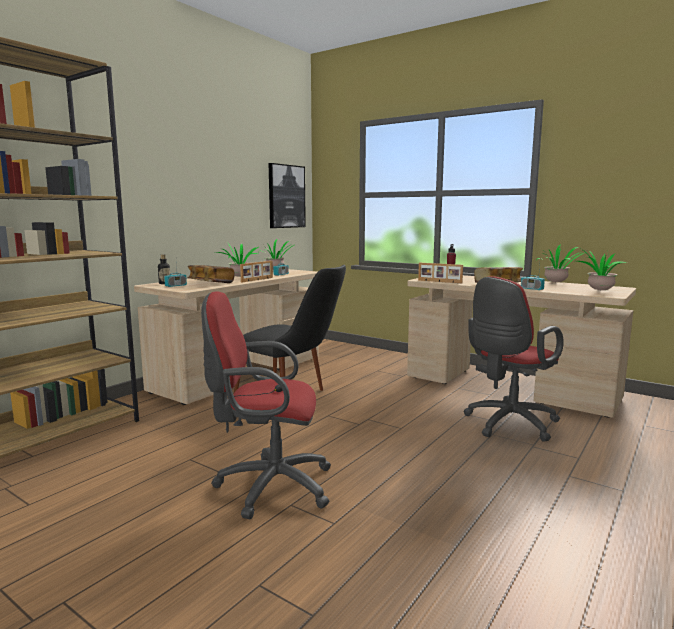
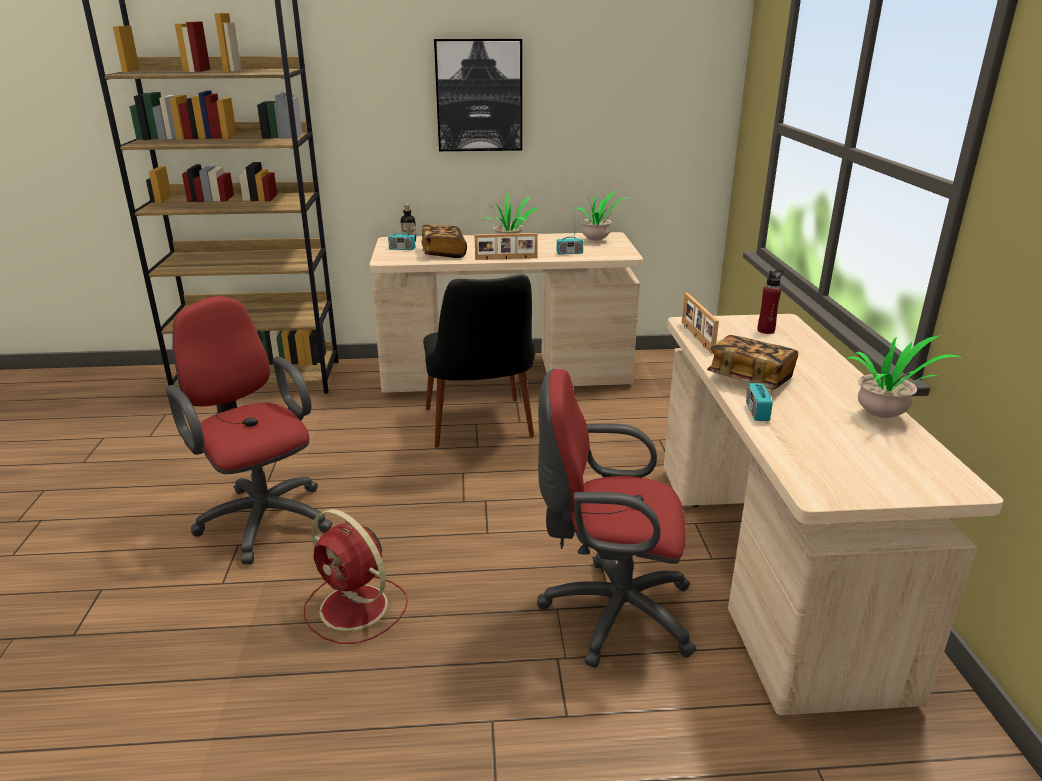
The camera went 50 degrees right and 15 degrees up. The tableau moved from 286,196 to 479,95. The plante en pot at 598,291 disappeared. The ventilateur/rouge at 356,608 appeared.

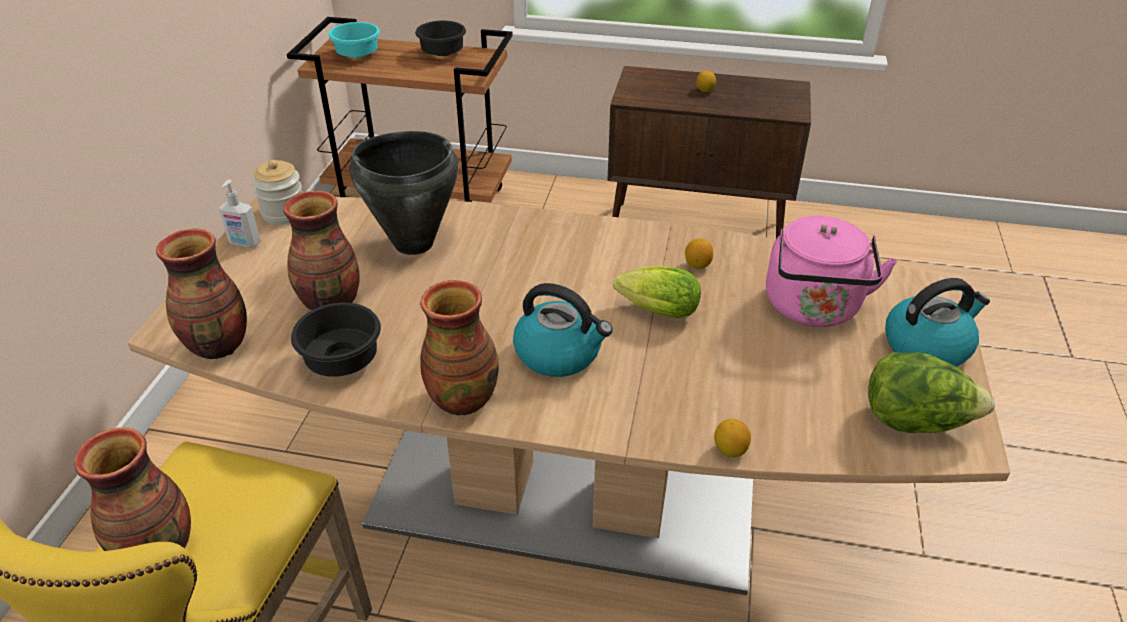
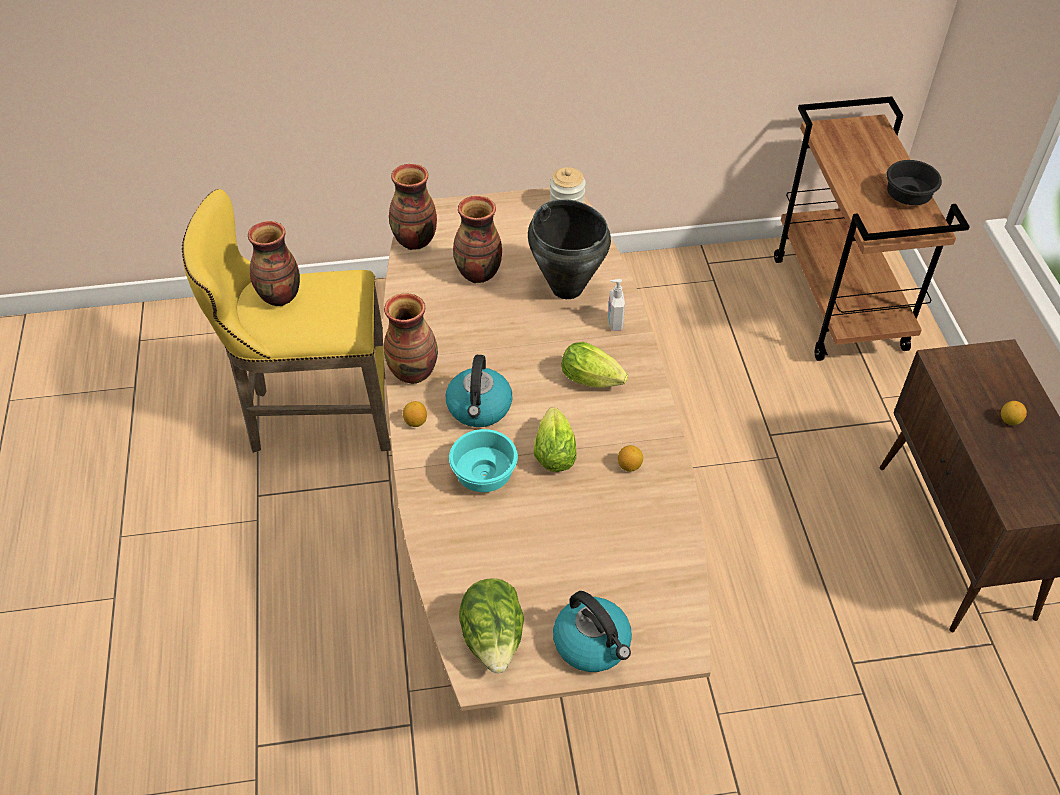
The camera went 70 degrees right and 10 degrees up. The distributeur de savon moved from 244,243 to 614,323. The bol/noir at 339,362 disappeared. The bol/turquoise moved from 358,55 to 483,476. The citron moved from 730,450 to 415,422. The bouilloire/rose at 813,309 disappeared. The laitue at 595,381 appeared.

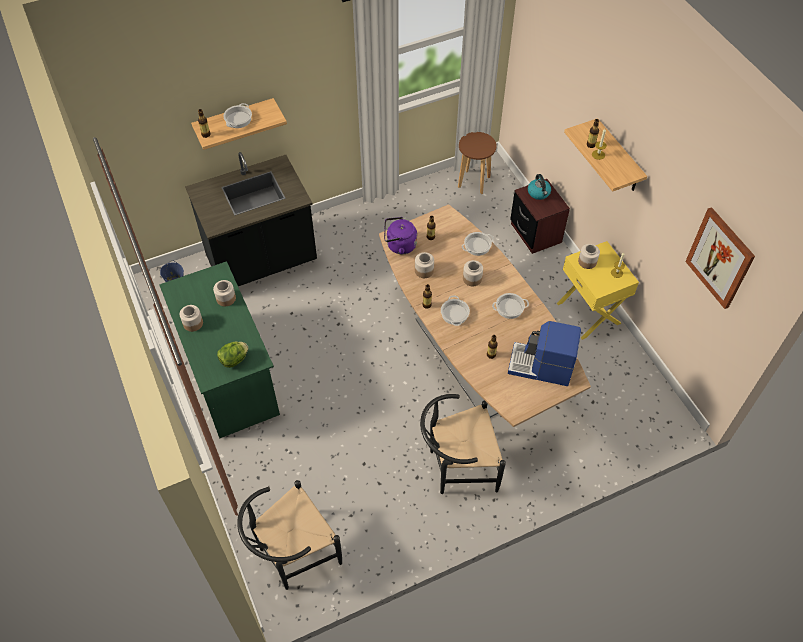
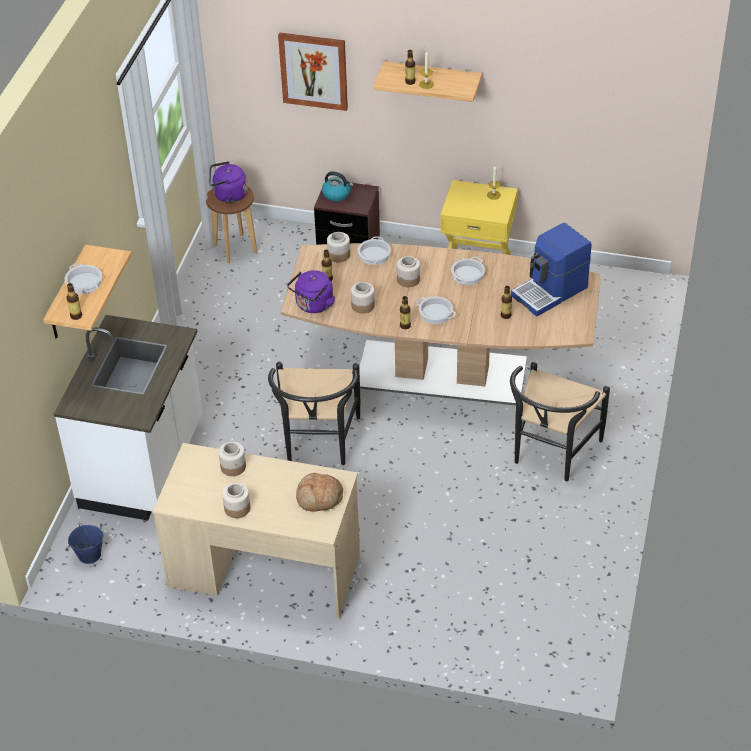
The camera went 50 degrees left and 10 degrees down. The bureau/vert at 228,373 became the bureau/beige at 264,570. The comptoir de cuisine/noir at 262,261 became the comptoir de cuisine/blanc at 144,465. The laitue at 234,359 was replaced by the pain at 319,498. The chaise/noir moved from 293,555 to 318,444. The bocal moved from 587,261 to 338,255. The tableau moved from 720,258 to 314,70. The bouilloire/violet at 228,195 appeared.

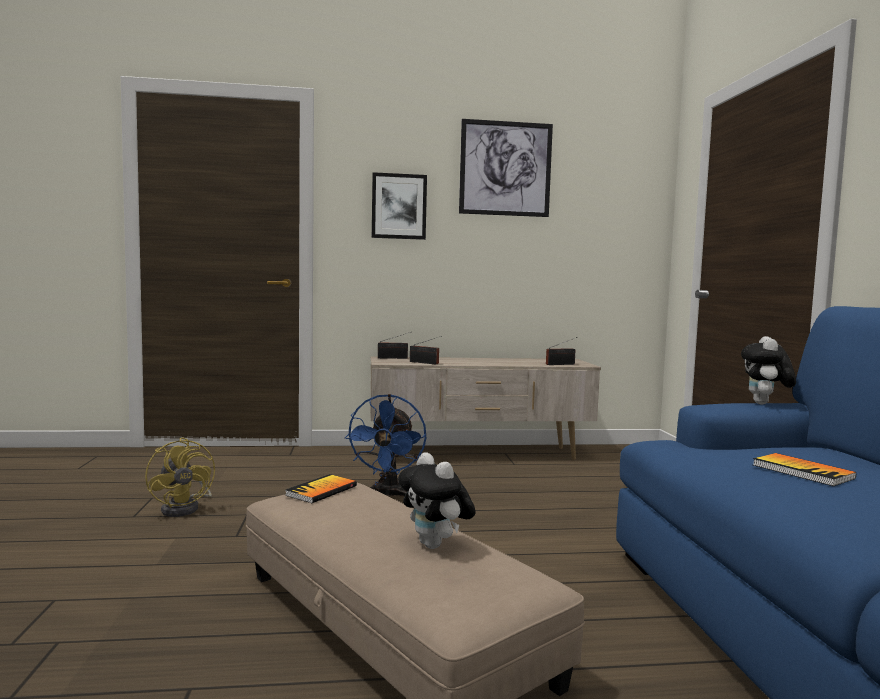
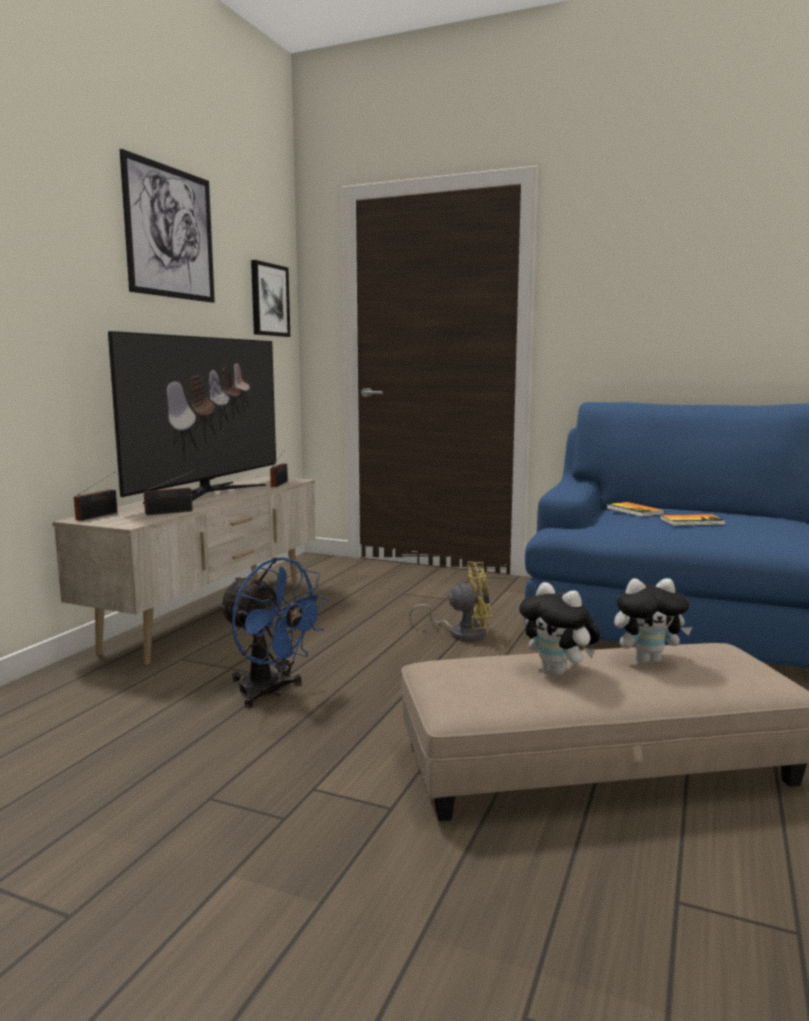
The camera went 60 degrees left and 5 degrees up. The ventilateur/jaune moved from 185,508 to 461,633. The livre moved from 321,490 to 634,511. The tableau moved from 399,206 to 269,300. The peluche moved from 765,404 to 558,672. The téléviseur at 207,494 appeared.

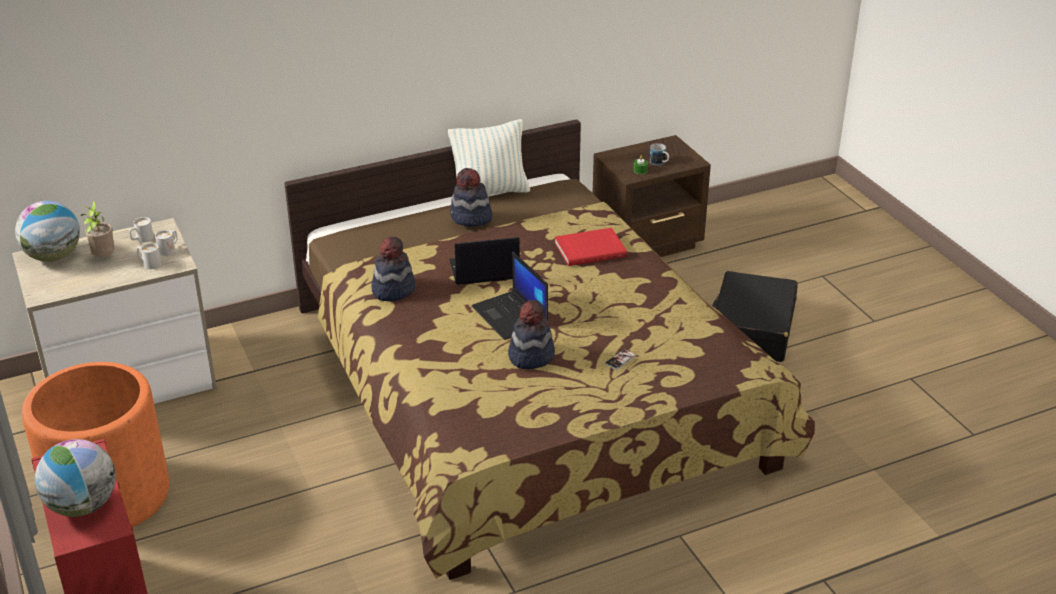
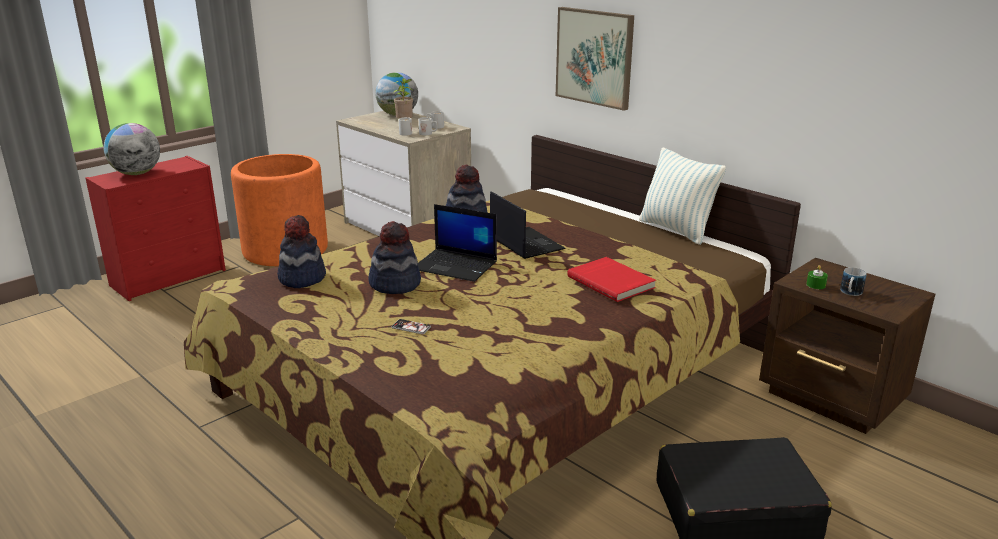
The camera went 70 degrees right and 10 degrees down. The chapeau moved from 471,218 to 301,278. The ordinateur portable at 511,316 turned 105 degrees counterclockwise. The tableau at 594,57 appeared.

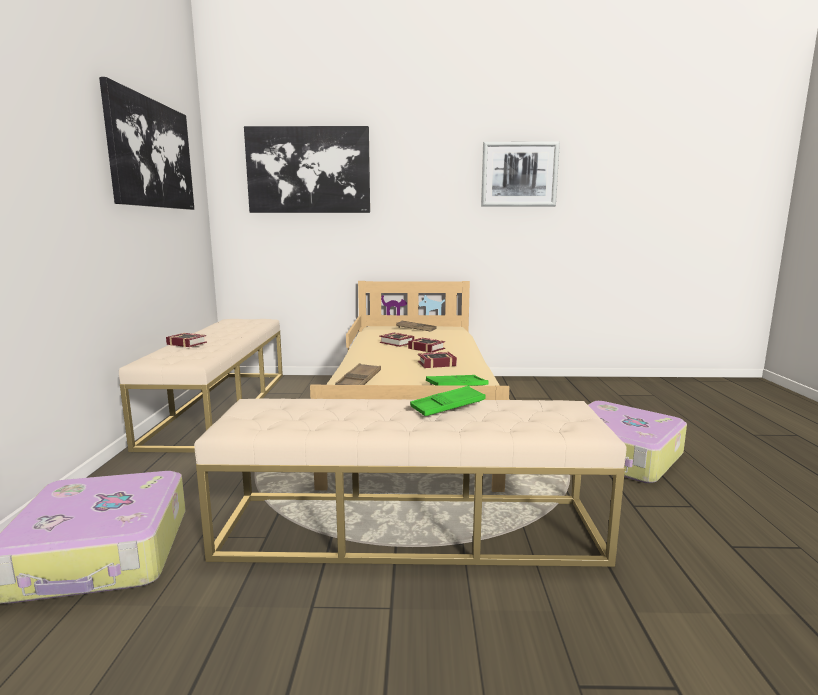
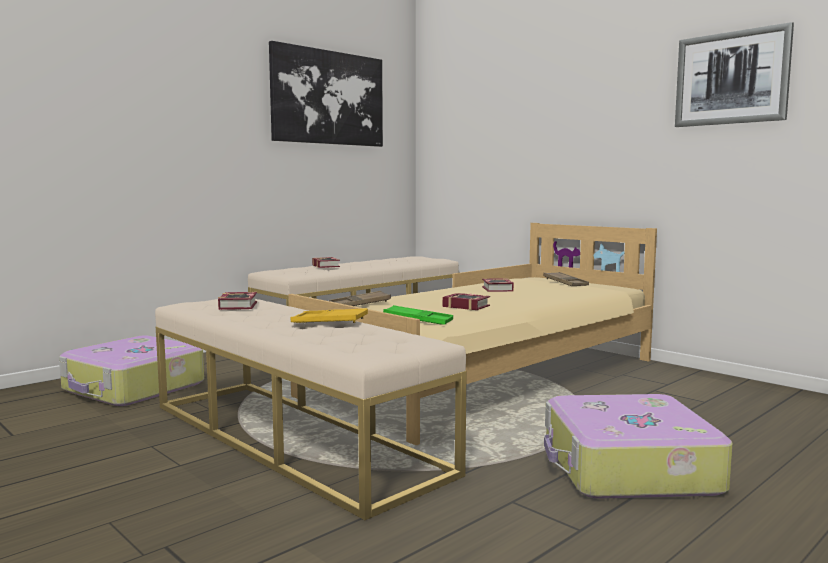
The camera went 45 degrees right and 5 degrees down. The tableau at 308,170 disappeared. The livre moved from 426,348 to 240,305. The plateau/vert at 447,406 became the plateau/jaune at 329,322.

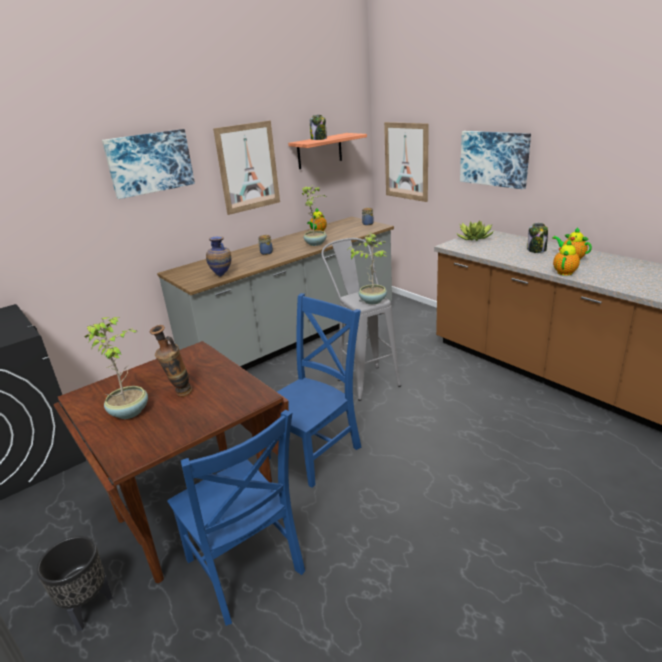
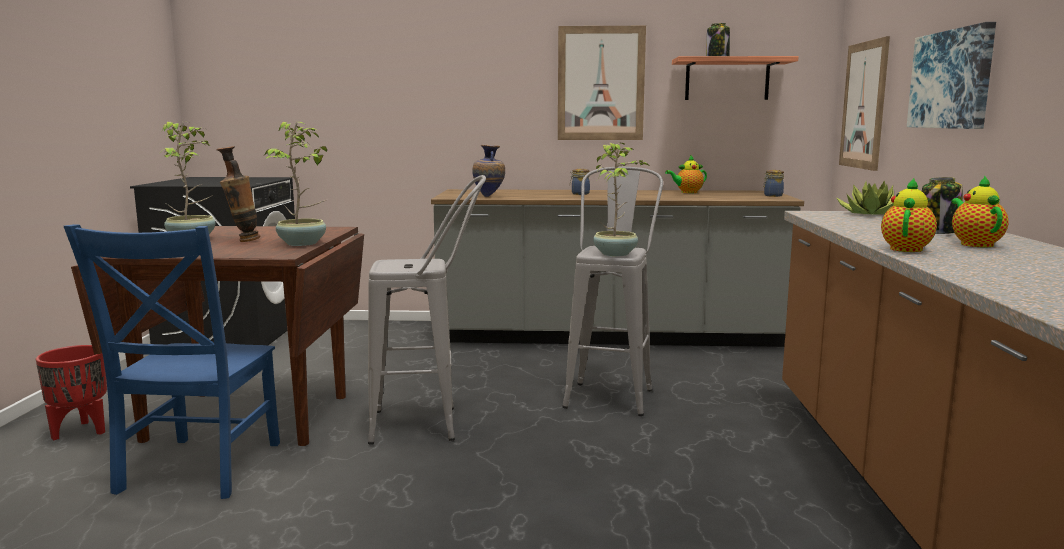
The camera went 40 degrees right and 15 degrees down. The cache-pot/noir at 88,609 became the cache-pot/rouge at 79,431. The tableau at 150,163 disappeared. The chaise/bleu at 316,450 was replaced by the tabouret/gris at 431,425. The plante en pot moved from 316,243 to 303,243. The théière at 565,272 turned 45 degrees counterclockwise.

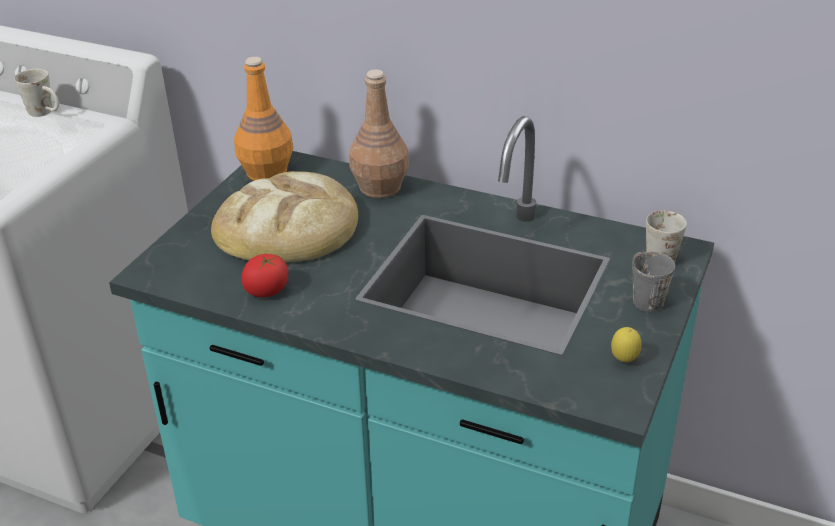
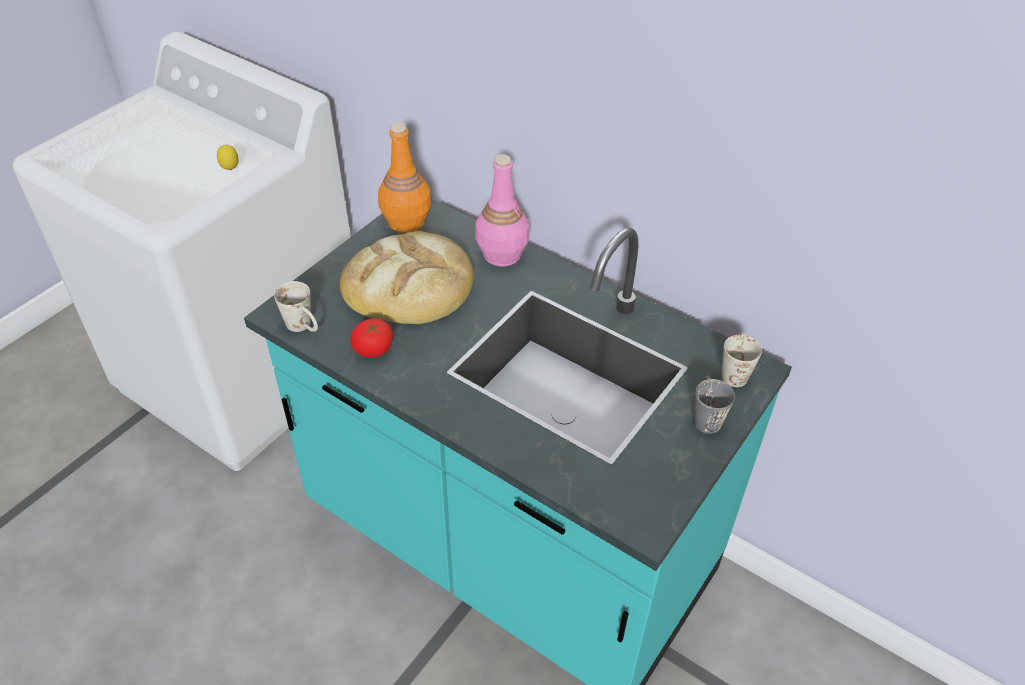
The camera went 10 degrees right and 10 degrees up. The mug/blanc moved from 46,113 to 304,327. The bouteille/marron at 380,188 became the bouteille/rose at 502,255. The citron moved from 624,361 to 230,169.

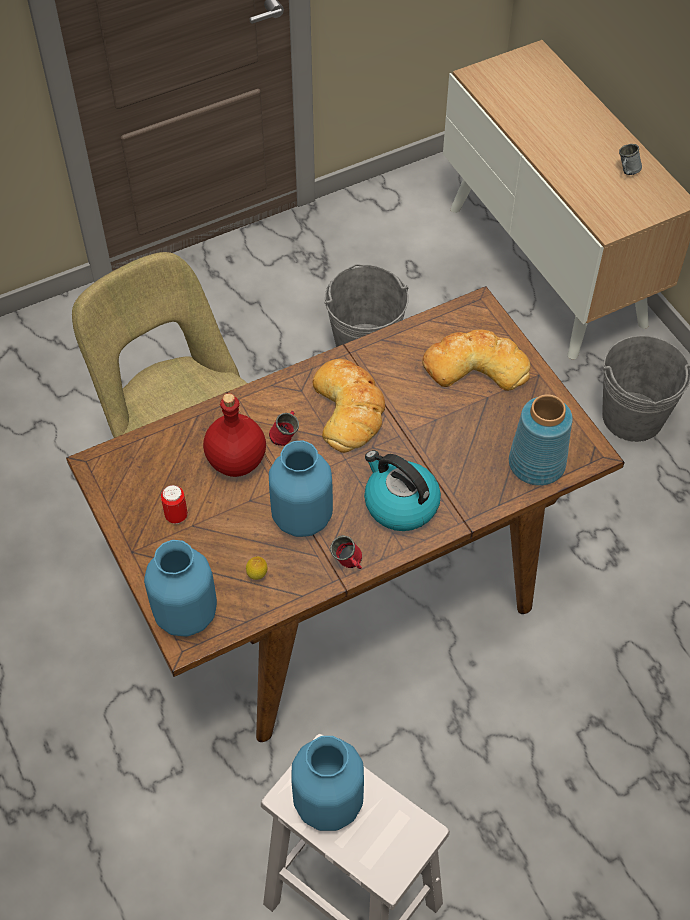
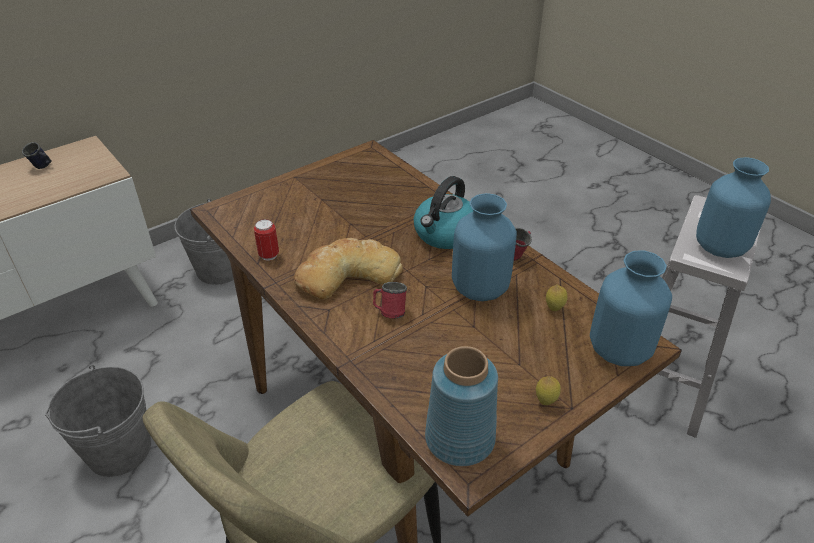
The camera went 100 degrees left and 15 degrees down. The boîte métallique moved from 176,516 to 269,255. The bouteille/rouge at 235,461 disappeared. The pain at 475,365 disappeared. The vase/bleu moved from 537,464 to 461,438. The mug/gris at 626,172 became the mug/bleu at 43,167. The citron at 545,401 appeared.

